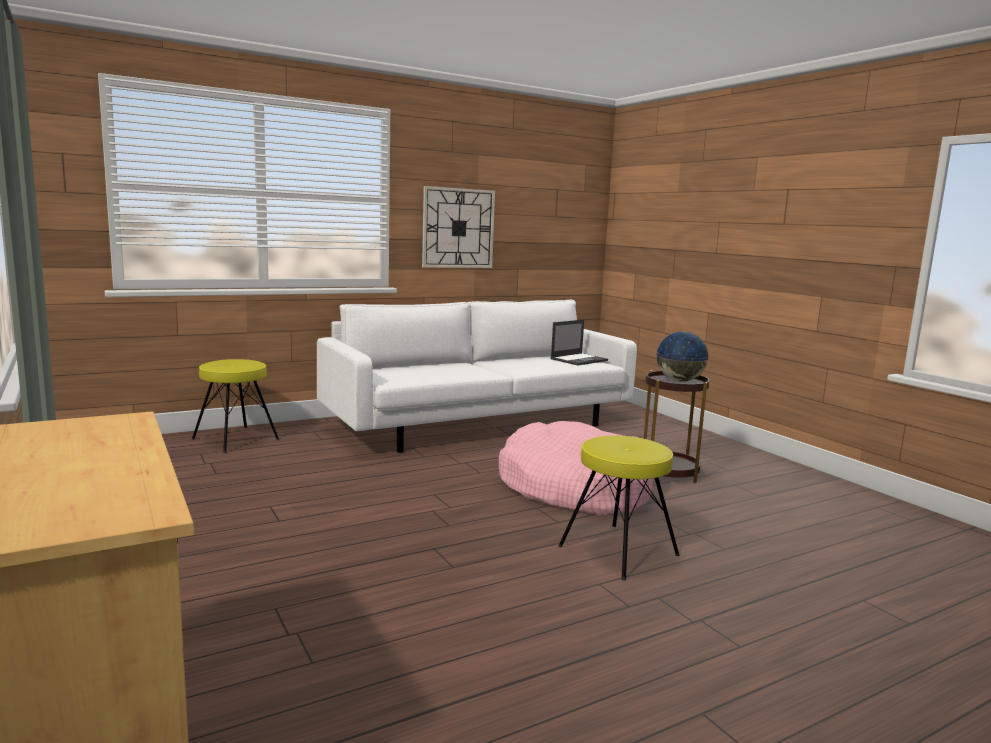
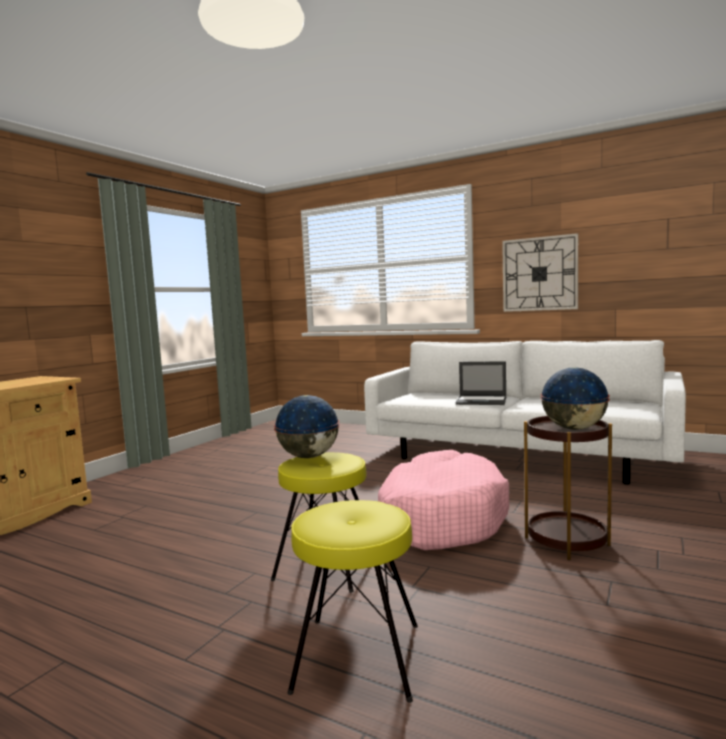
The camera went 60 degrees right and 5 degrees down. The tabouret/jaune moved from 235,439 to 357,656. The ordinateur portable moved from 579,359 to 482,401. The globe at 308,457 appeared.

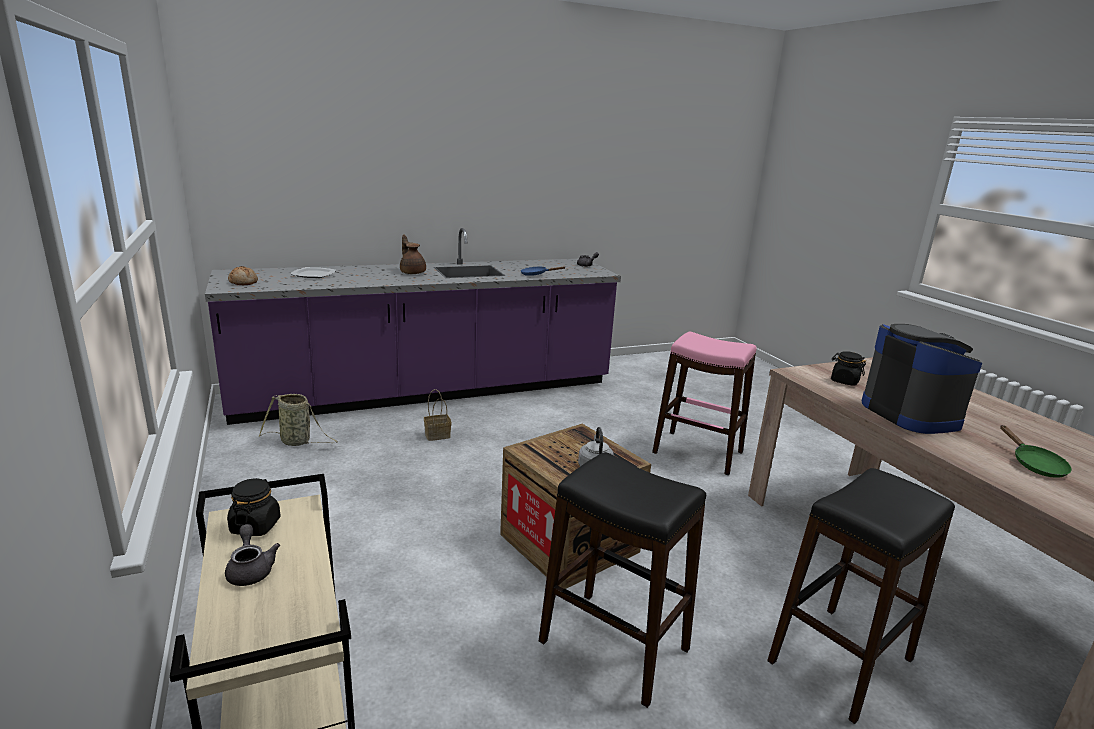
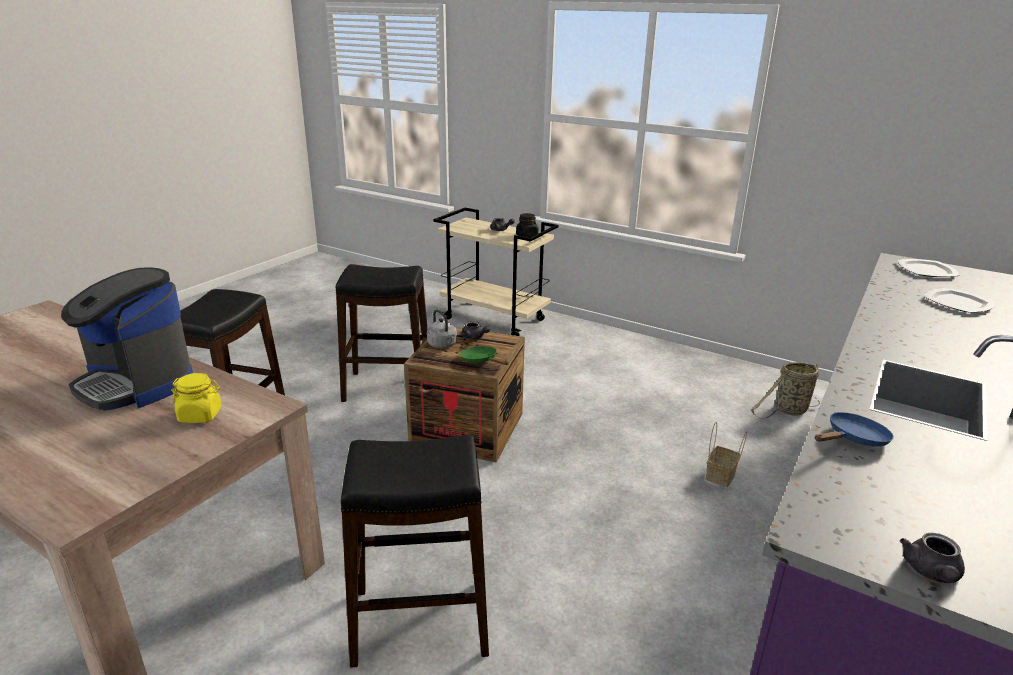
The camera went 145 degrees right and 5 degrees up. The pain at 243,282 was replaced by the assiette at 926,270. The théière/marron at 412,272 disappeared. The tabouret/rose at 698,452 became the tabouret/noir at 419,622. The bocal/noir at 844,381 became the bocal/jaune at 200,415. The poêle/vert moved from 1034,465 to 481,361. The théière/gris at 474,337 appeared.

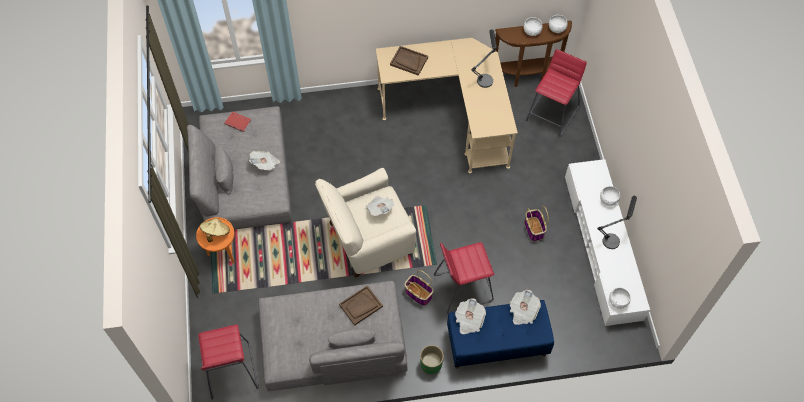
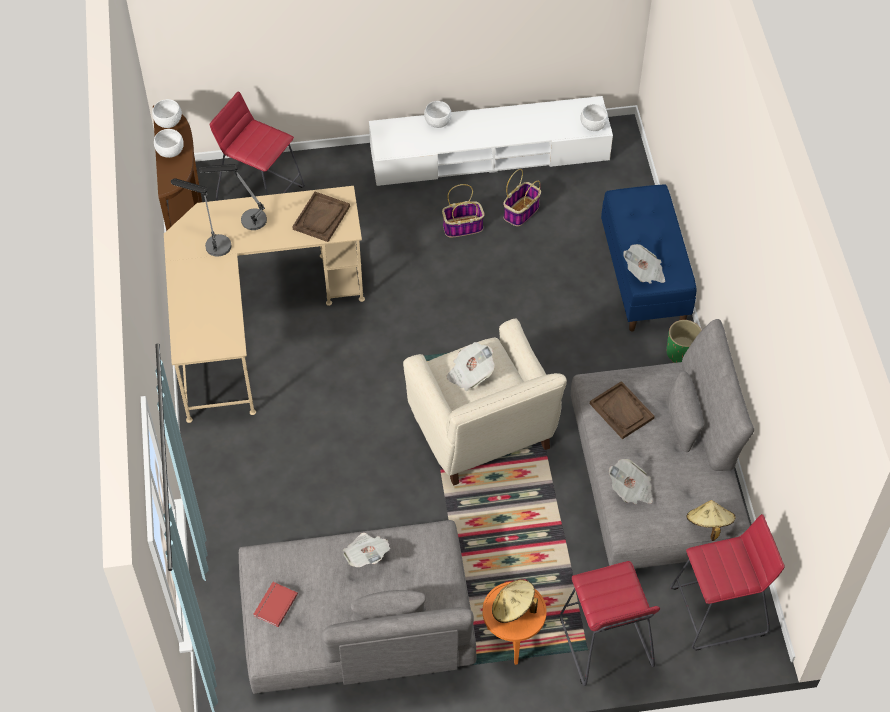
The camera went 90 degrees left and 5 degrees down. The plateau/marron moved from 409,61 to 321,218. The panier moved from 418,294 to 521,212. The tabouret/rouge moved from 463,288 to 605,642. The journal moved from 523,311 to 631,490. The lampe de table moved from 613,237 to 211,243. The chapeau/beige at 708,525 appeared.

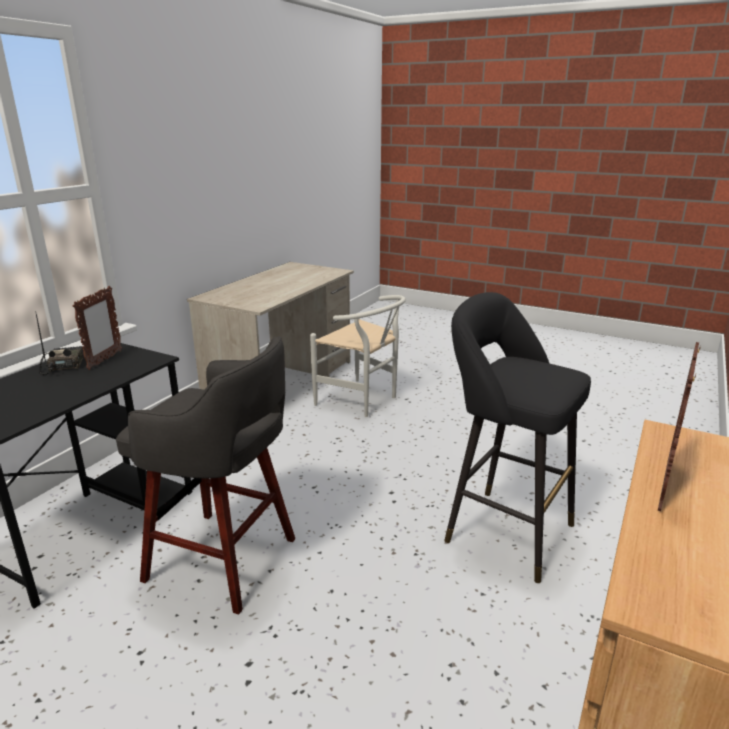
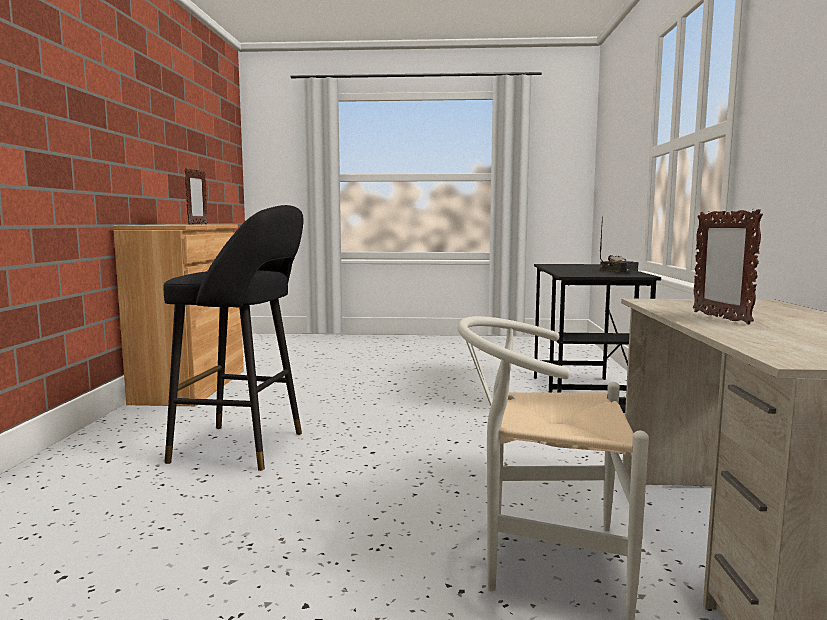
The camera went 155 degrees right and 15 degrees down. The cadre photo moved from 104,360 to 720,318. The tabouret/gris at 226,561 disappeared.

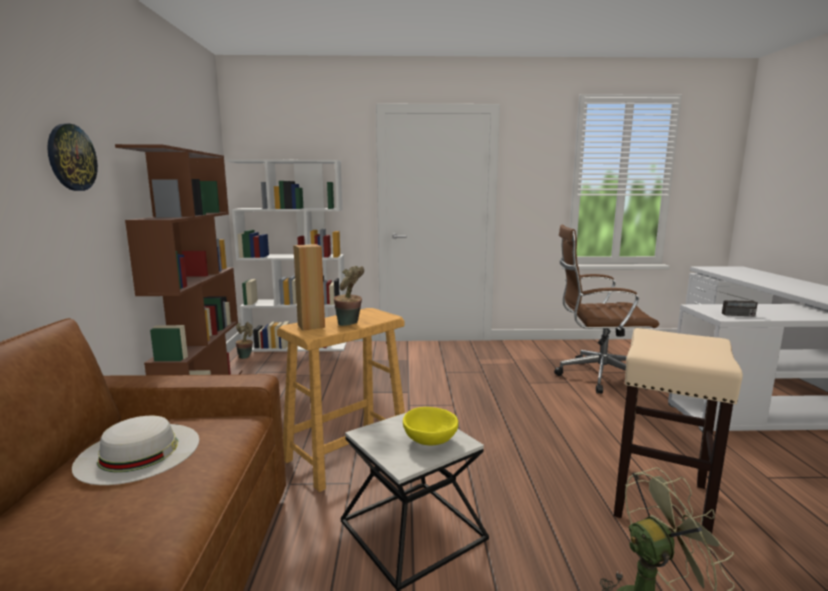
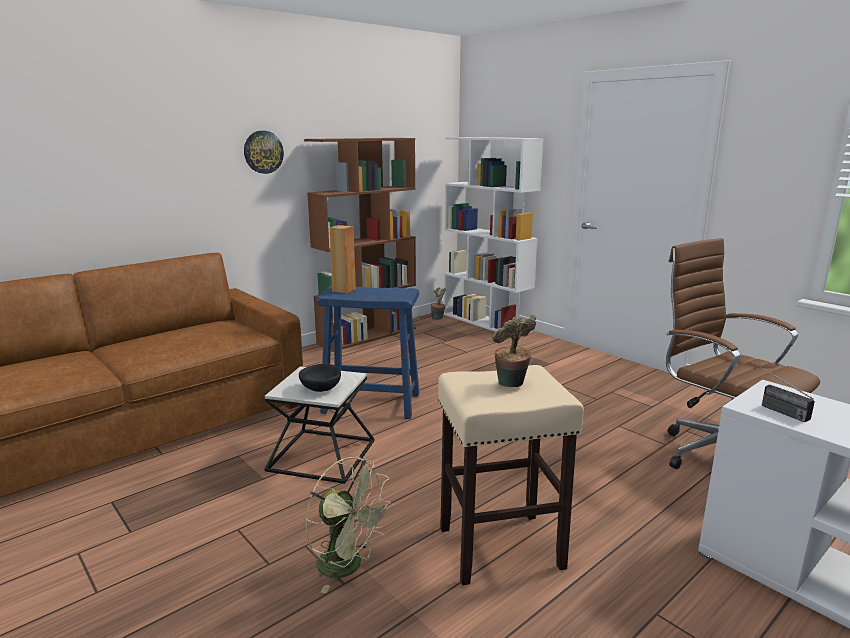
The camera went 50 degrees right and 5 degrees up. The chapeau/blanc at 139,452 disappeared. The tabouret/beige at 346,454 became the tabouret/bleu at 371,403. The plante en pot moved from 349,324 to 511,385. The bol/jaune at 429,441 became the bol/noir at 320,389.

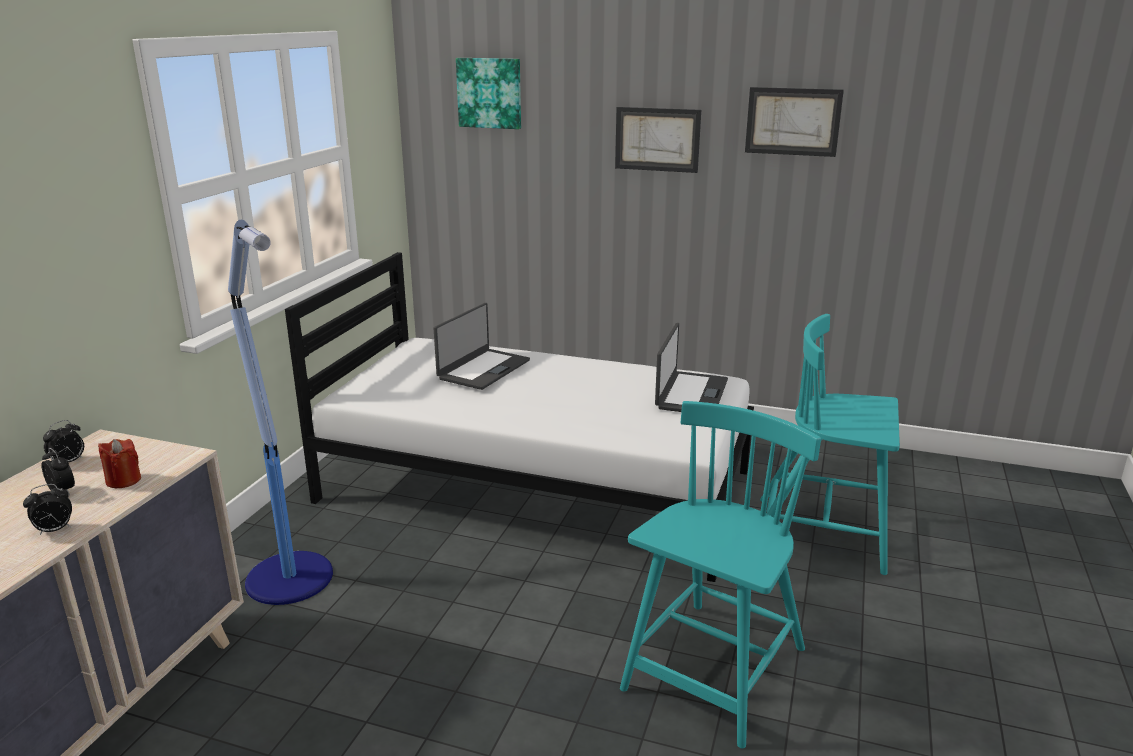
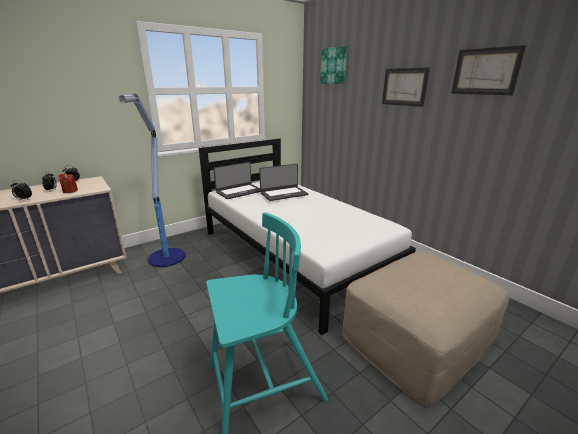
The camera went 35 degrees right and 0 degrees up. The ordinateur portable moved from 690,394 to 239,191. The chaise/turquoise at 823,534 was replaced by the pouf/beige at 416,338.

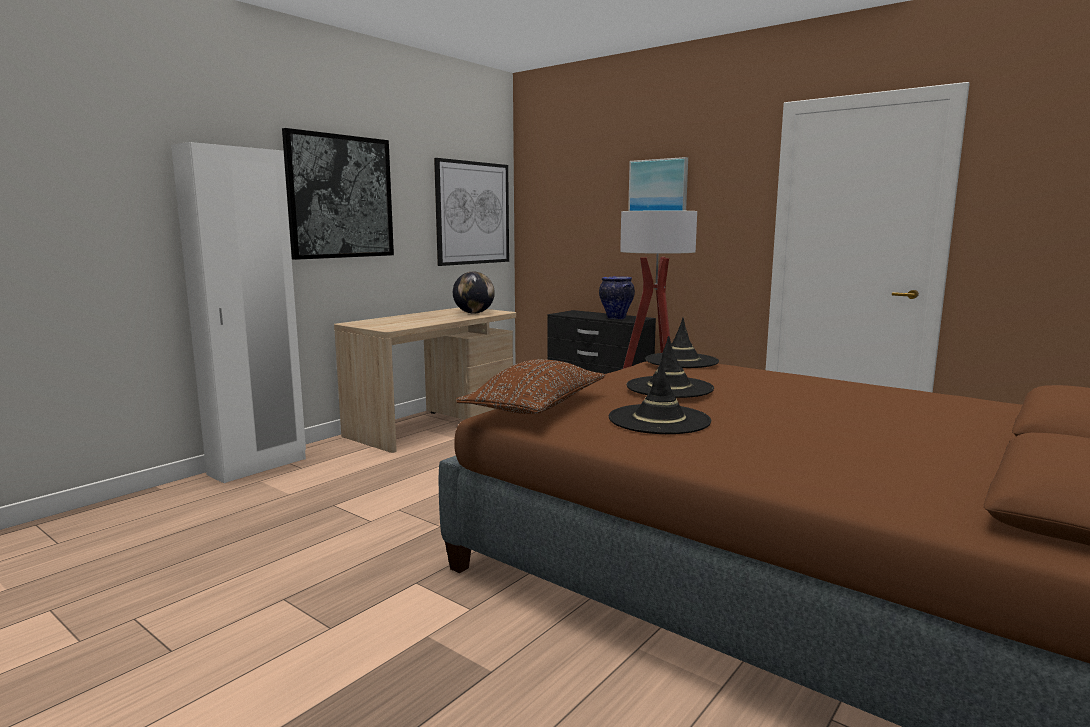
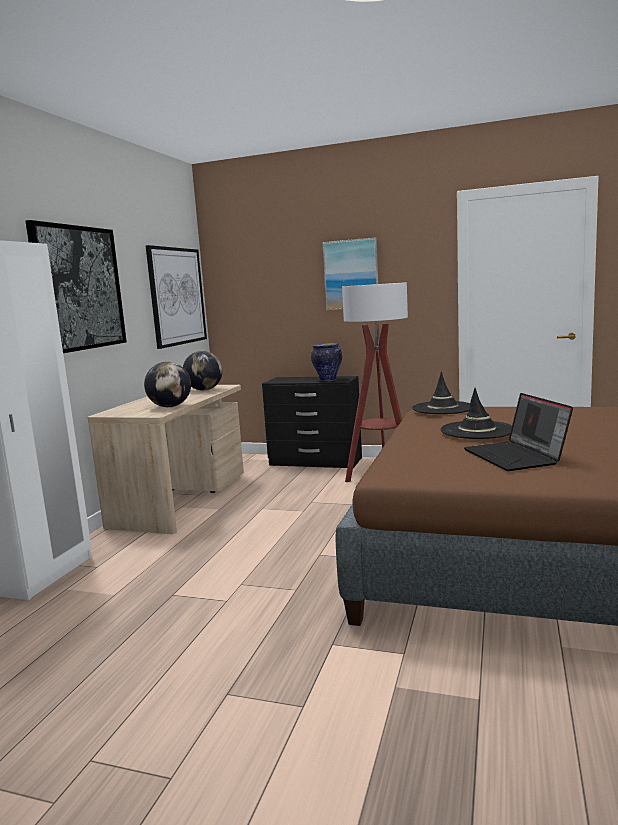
The camera went 20 degrees left and 0 degrees up. The coussin/marron at 536,407 disappeared. The chapeau/noir at 659,420 was replaced by the ordinateur portable at 516,457. The globe at 170,406 appeared.

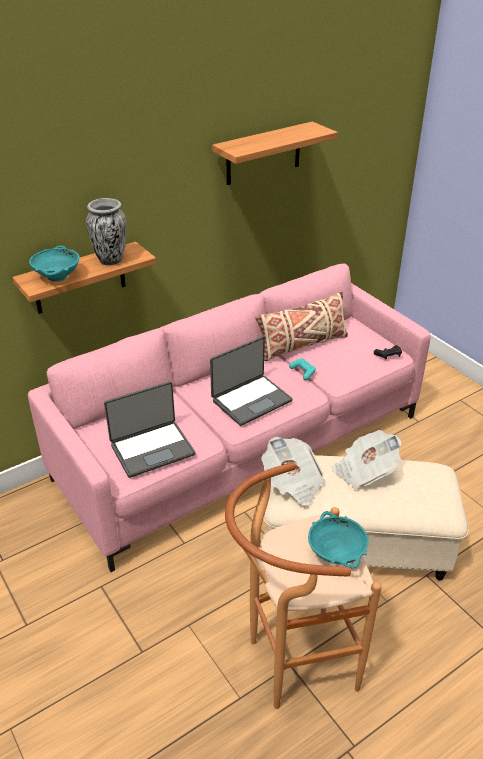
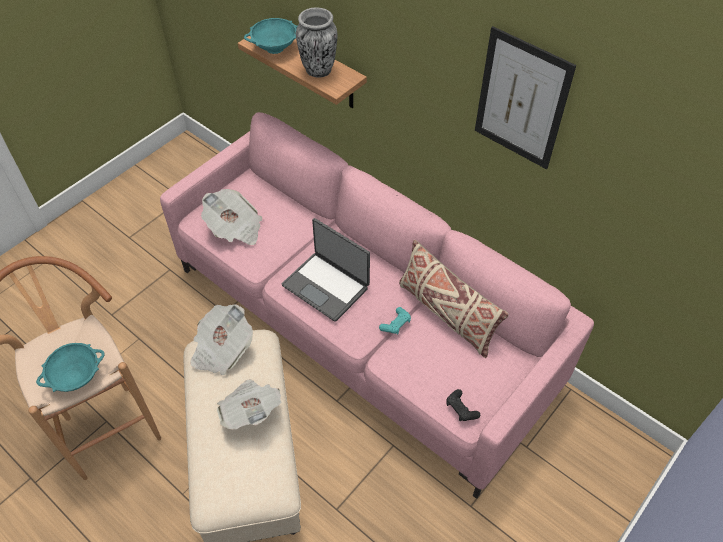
The camera went 75 degrees right and 15 degrees up. The ordinateur portable at 152,449 was replaced by the journal at 235,228. The étagère at 263,154 was replaced by the tableau at 521,100.

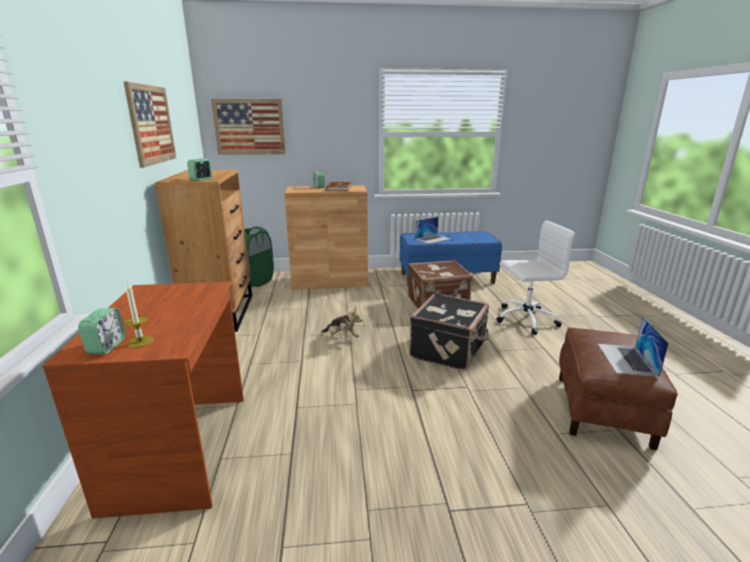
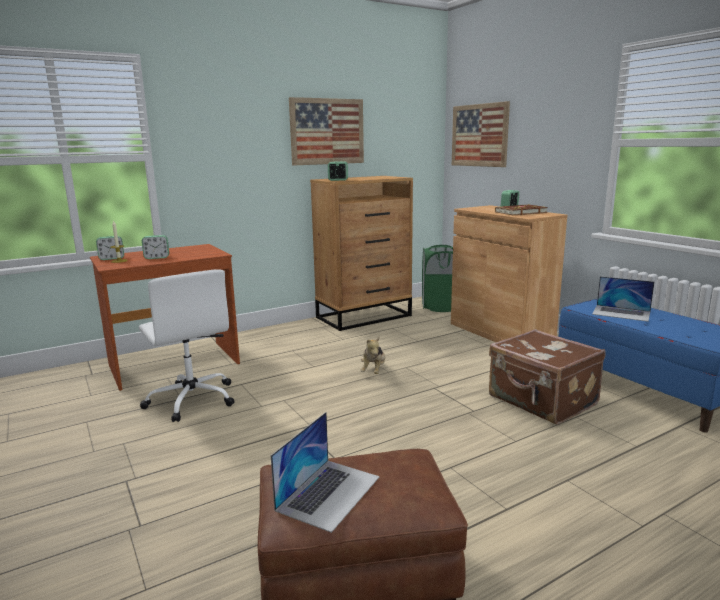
The camera went 65 degrees right and 5 degrees down. The valise/noir at 449,350 disappeared. The chaise de bureau/blanc moved from 525,319 to 192,399. The ordinateur portable at 627,359 turned 135 degrees clockwise. The réveil at 157,257 appeared.

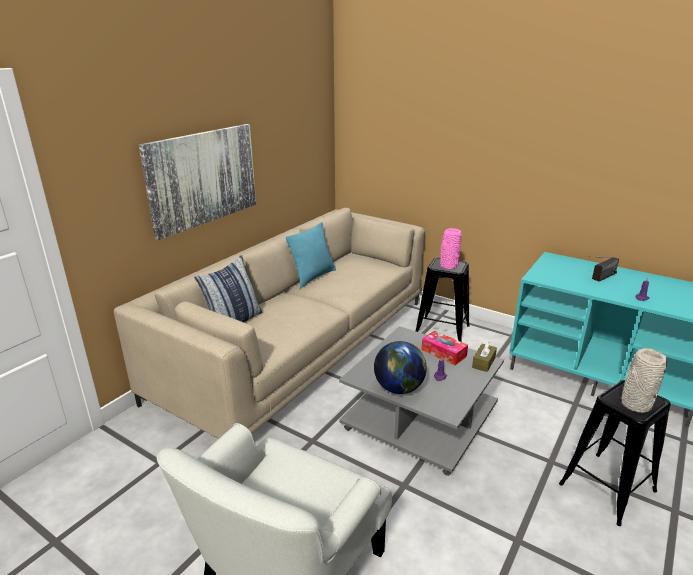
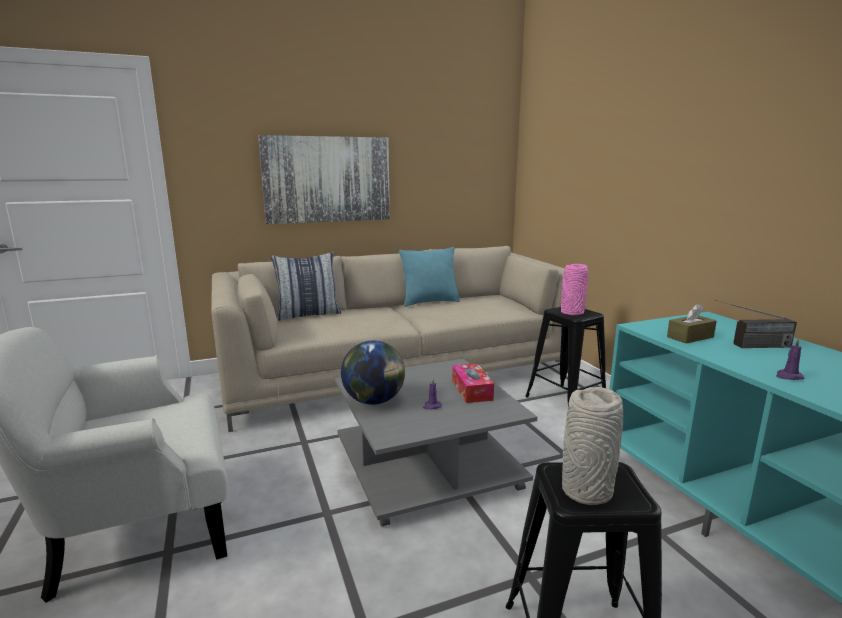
The camera went 35 degrees right and 10 degrees down. The boîte à mouchoirs/marron moved from 483,362 to 690,337.

